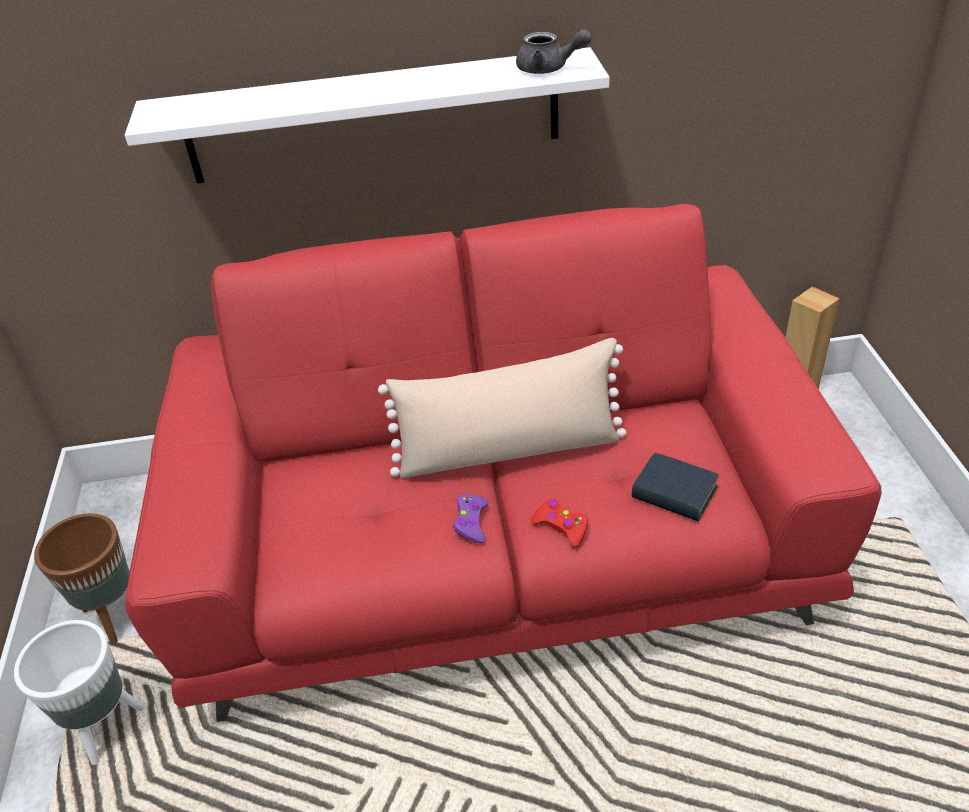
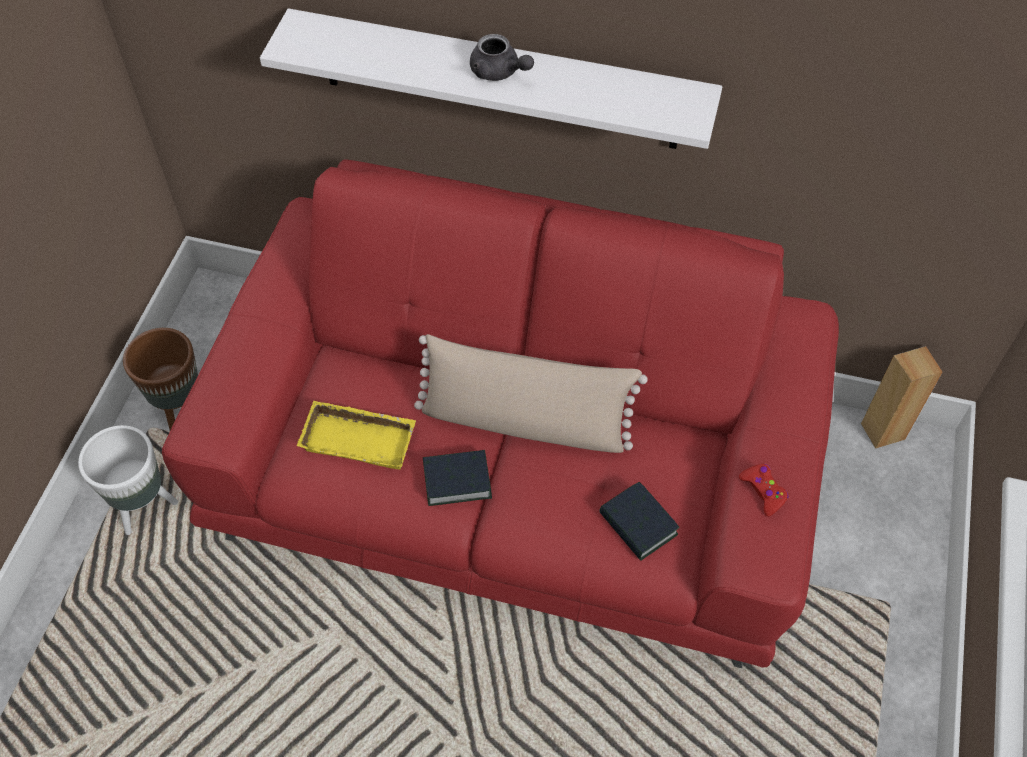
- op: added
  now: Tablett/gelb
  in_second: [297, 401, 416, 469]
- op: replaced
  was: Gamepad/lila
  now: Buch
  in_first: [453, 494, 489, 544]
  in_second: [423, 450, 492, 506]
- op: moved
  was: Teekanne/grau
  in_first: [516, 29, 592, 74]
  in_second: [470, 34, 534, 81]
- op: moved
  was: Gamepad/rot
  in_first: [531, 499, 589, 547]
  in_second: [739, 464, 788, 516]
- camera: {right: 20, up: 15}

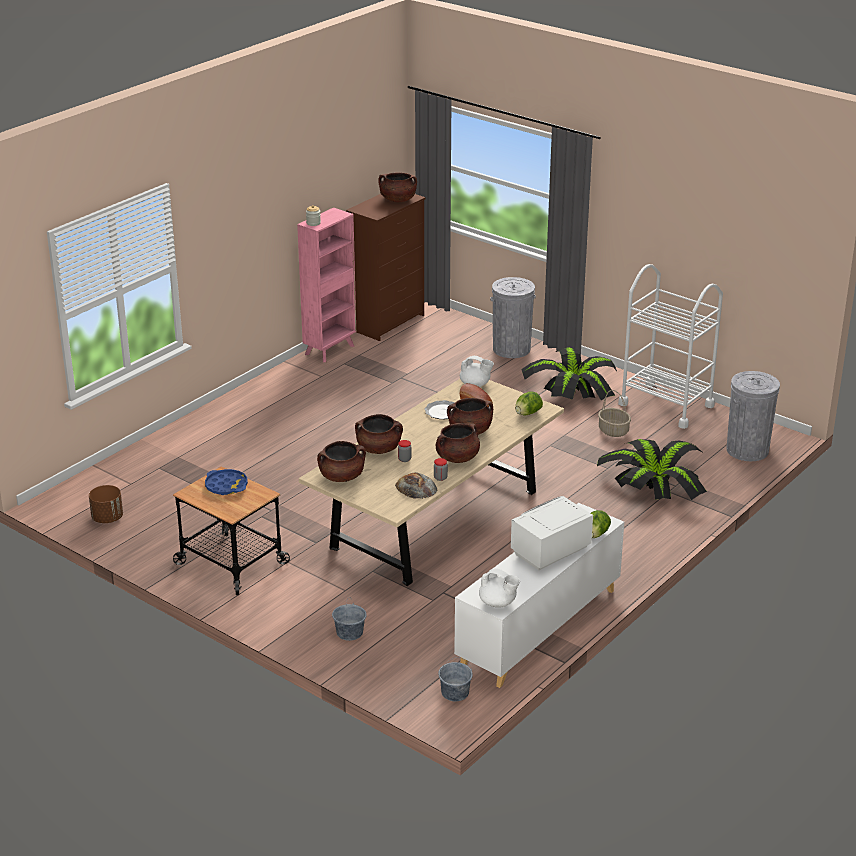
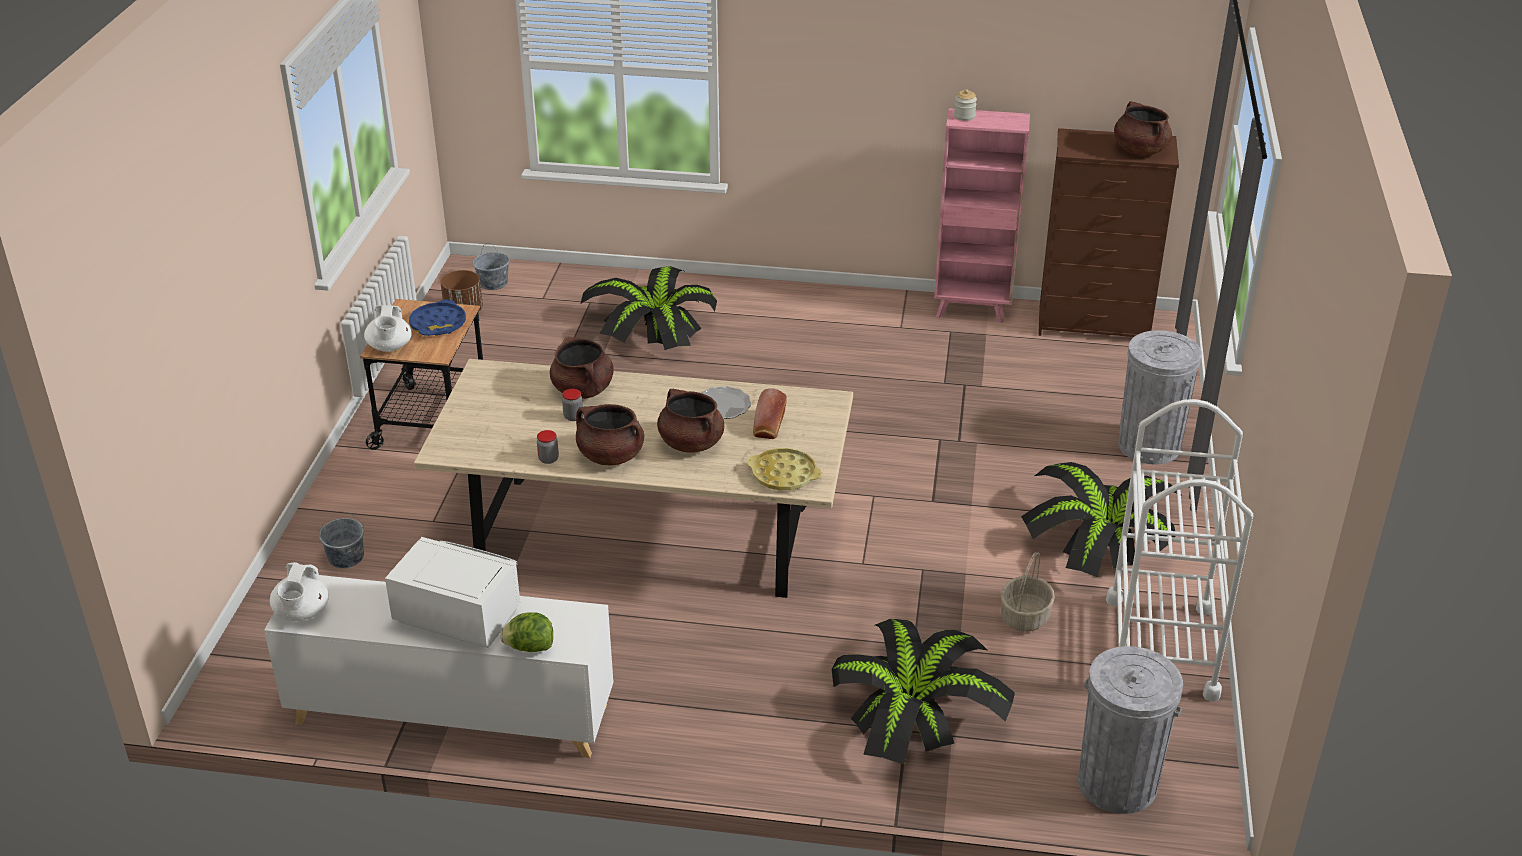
- op: moved
  was: Teekanne/weiß
  in_first: [460, 356, 494, 387]
  in_second: [364, 305, 412, 352]
- op: moved
  was: Eimer/grau
  in_first: [438, 657, 472, 701]
  in_second: [473, 243, 510, 290]
- op: added
  now: Topfpflanze
  in_second: [581, 266, 717, 350]
- op: replaced
  was: Salatkopf
  now: Tablett/gelb
  in_first: [515, 391, 543, 415]
  in_second: [747, 448, 822, 490]
- op: removed
  was: Kochtopf/braun
  in_first: [317, 441, 366, 482]
- op: removed
  was: Brot
  in_first: [395, 472, 438, 499]
- camera: {right: 60, up: 5}

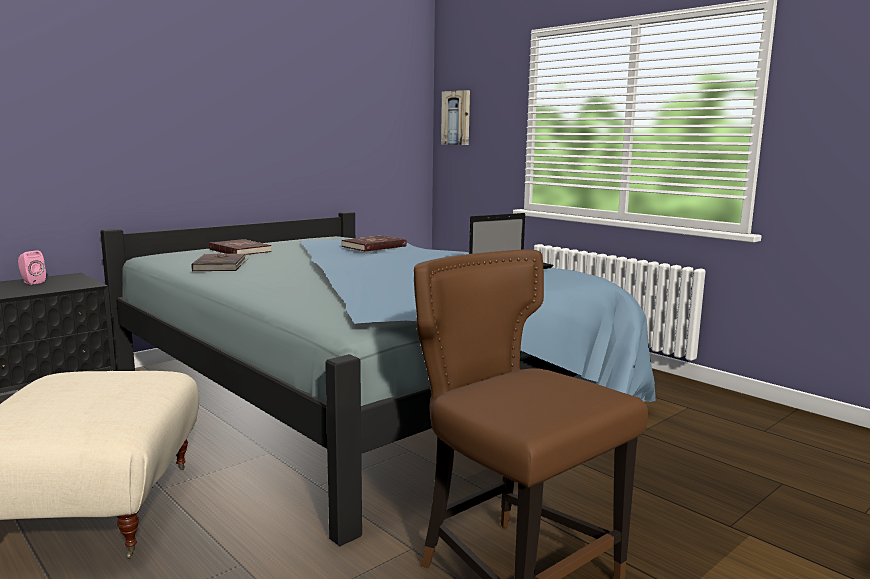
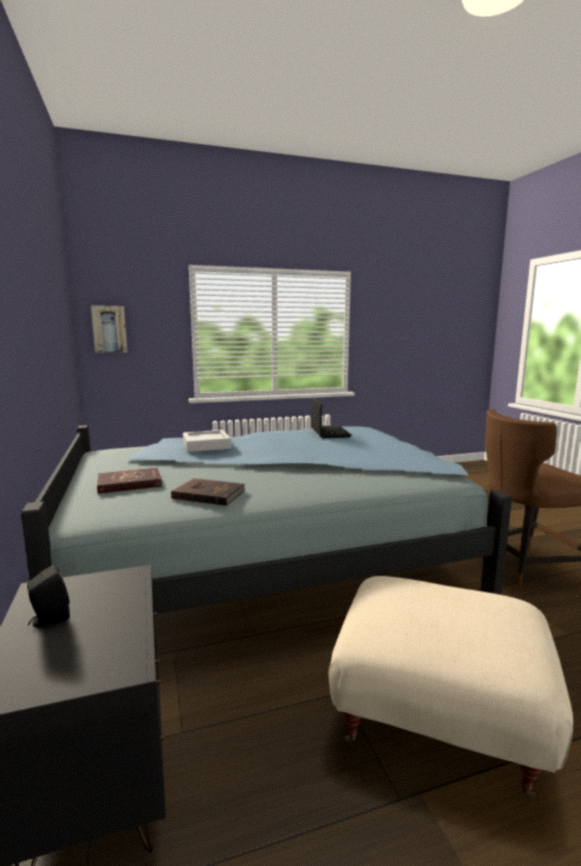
- op: recoloured
  was: Lautsprecher/rosa
  now: Lautsprecher/schwarz
  in_first: [18, 250, 46, 285]
  in_second: [27, 565, 70, 628]
- op: replaced
  was: Buch/rot
  now: Tablett/grau
  in_first: [341, 235, 407, 252]
  in_second: [183, 430, 232, 452]
- camera: {right: -65, up: 0}

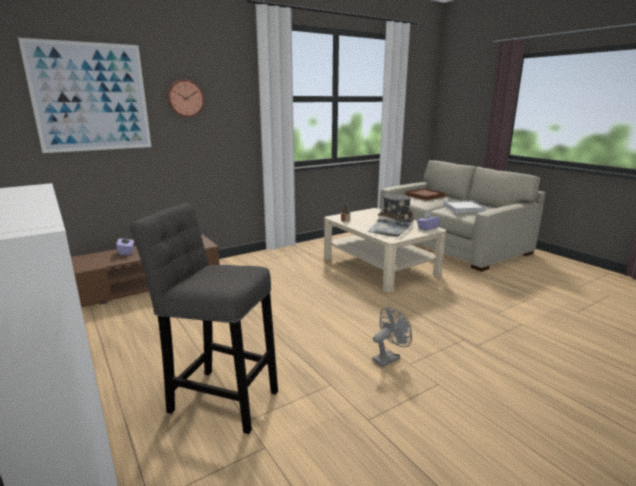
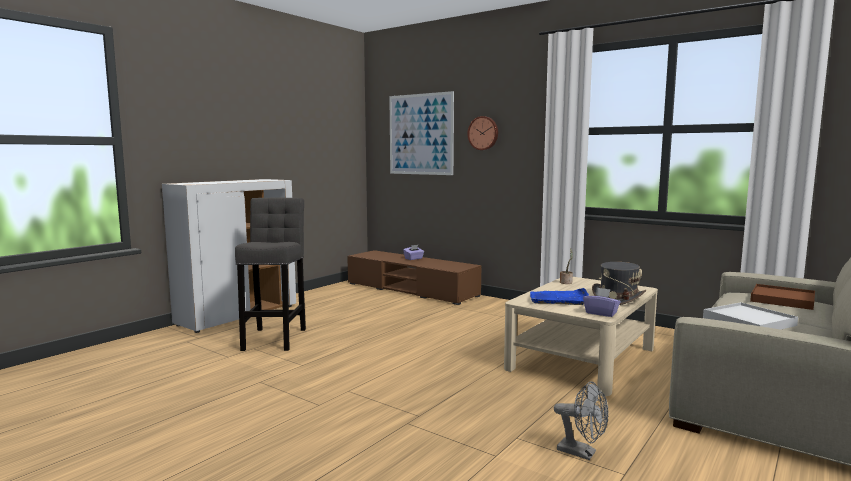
- op: recoloured
  was: Tablett/grau
  now: Tablett/blau
  in_first: [368, 219, 412, 237]
  in_second: [530, 288, 589, 305]
- op: moved
  was: Ventilator/grau
  in_first: [372, 307, 412, 367]
  in_second: [554, 381, 609, 460]
- camera: {right: 70, up: -10}

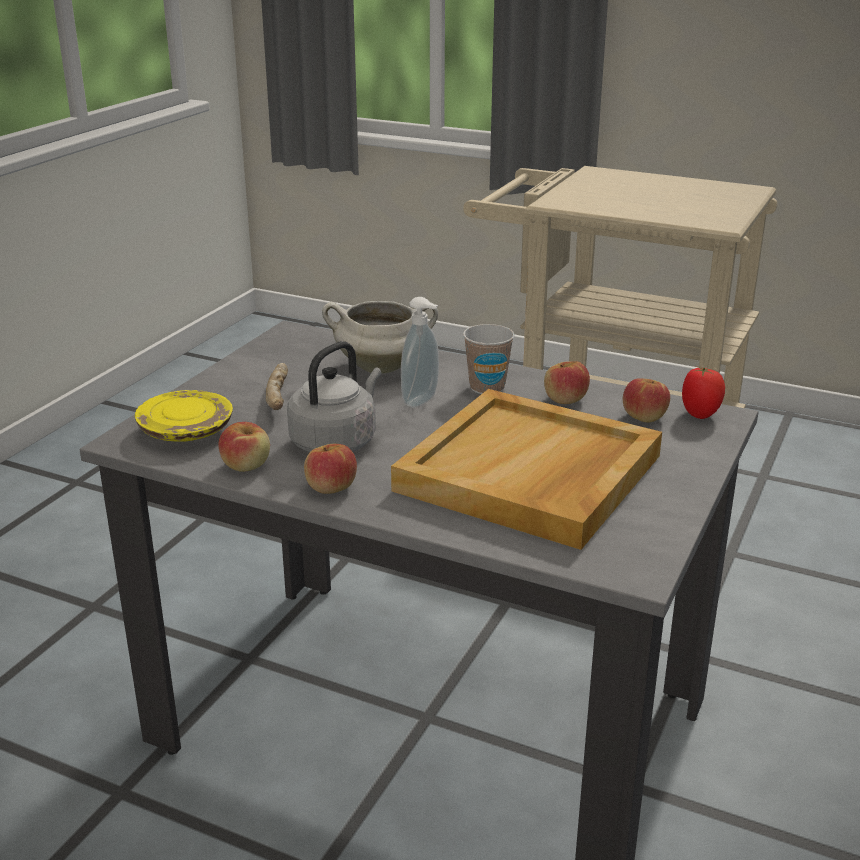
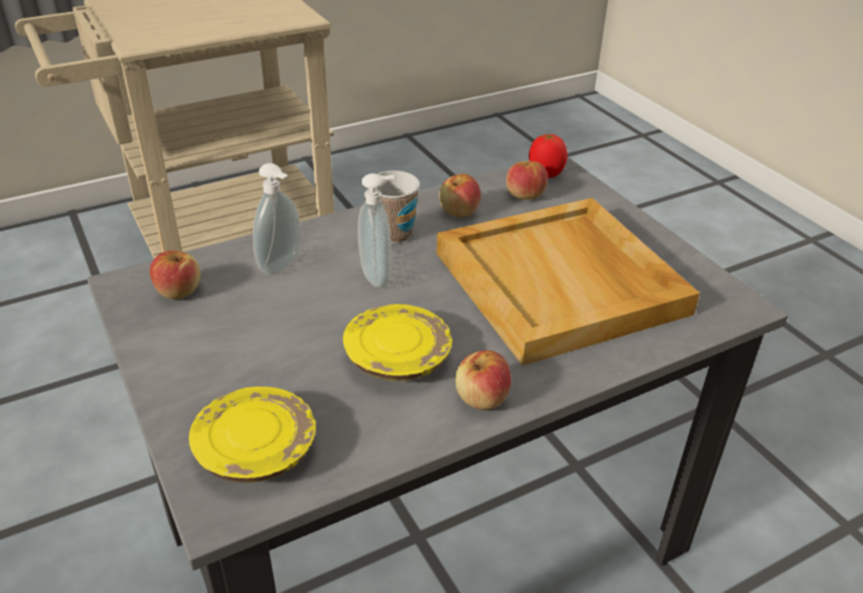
- op: moved
  was: Apfel
  in_first: [218, 422, 270, 472]
  in_second: [150, 251, 200, 299]
- op: replaced
  was: Kochtopf/weiß
  now: Seifenspender
  in_first: [322, 301, 438, 374]
  in_second: [253, 163, 301, 276]
- op: replaced
  was: Wasserkessel/grau
  now: Teller/gelb
  in_first: [287, 341, 381, 453]
  in_second: [343, 304, 452, 381]
- op: removed
  was: Brot
  in_first: [266, 363, 288, 410]
- camera: {right: -55, up: 10}

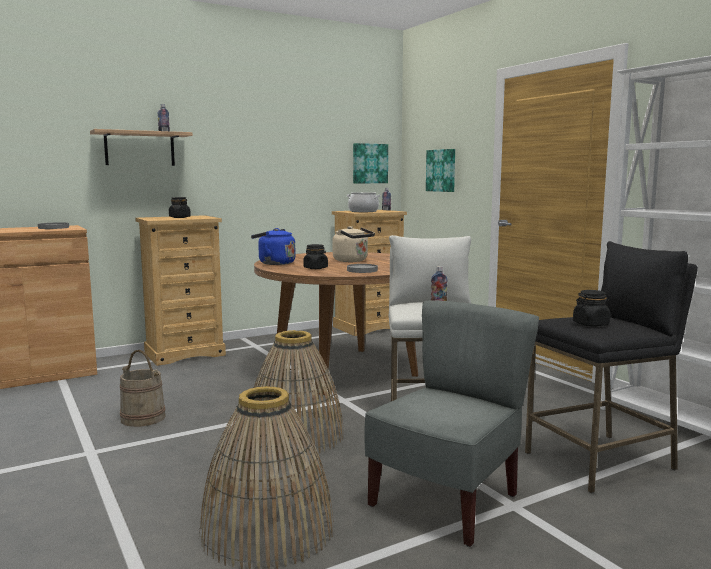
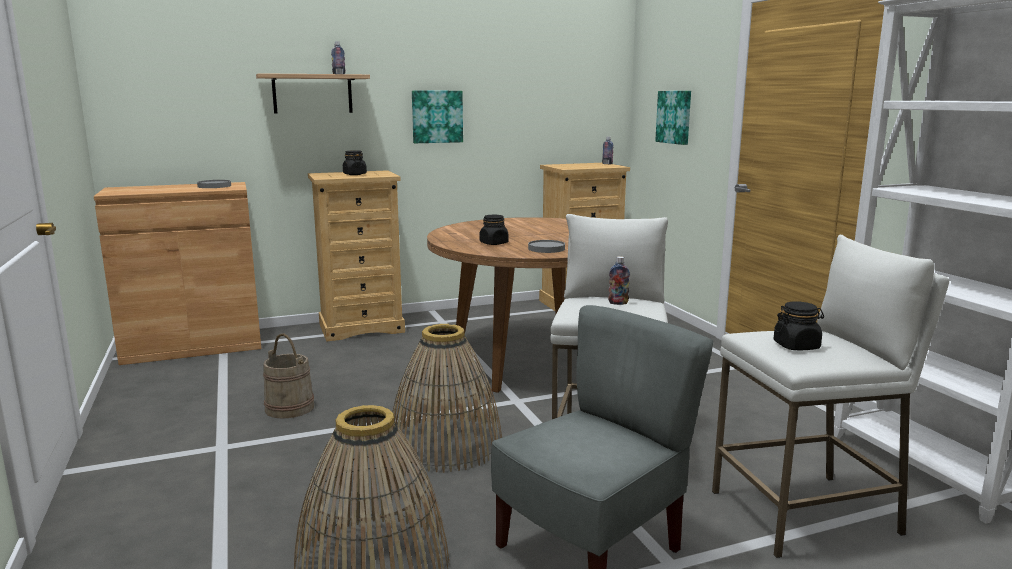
- op: moved
  was: Bild
  in_first: [353, 143, 388, 183]
  in_second: [412, 91, 463, 143]
- op: recoloured
  was: Hocker/schwarz
  now: Hocker/weiß
  in_first: [525, 241, 698, 493]
  in_second: [712, 235, 949, 558]
- op: removed
  was: Wasserkessel/blau
  in_first: [251, 228, 296, 265]
- op: removed
  was: Wasserkessel/beige
  in_first: [332, 226, 375, 262]
- op: removed
  was: Kochtopf
  in_first: [347, 192, 380, 212]
- camera: {right: 10, up: 5}

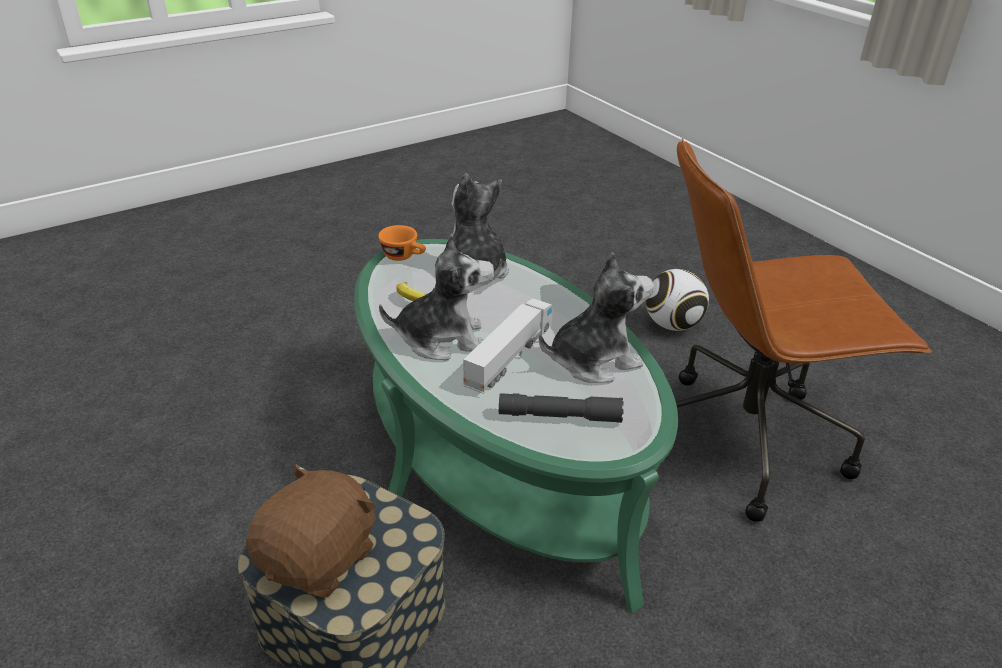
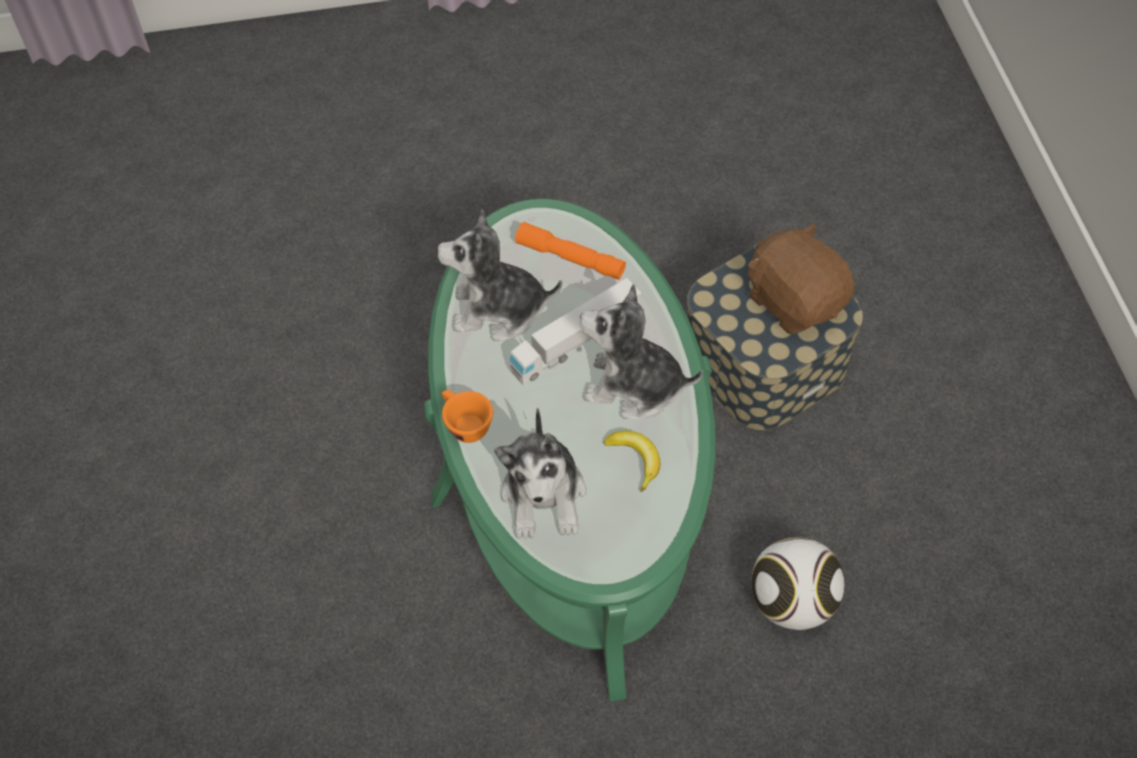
- op: moved
  was: Tasse/orange
  in_first: [378, 225, 426, 261]
  in_second: [442, 390, 493, 443]
- op: recoloured
  was: Taschenlampe/grau
  now: Taschenlampe/orange
  in_first: [499, 393, 624, 423]
  in_second: [515, 222, 626, 280]
- op: turned
  was: Plüschtier/braun
  in_first: [246, 464, 377, 597]
  in_second: [748, 223, 855, 334]
  clockwise: 90
- op: moved
  was: Fußball
  in_first: [646, 269, 709, 331]
  in_second: [751, 537, 845, 630]
- op: removed
  was: Bürostuhl/braun
  in_first: [676, 138, 932, 522]
- camera: {right: -155, up: 20}

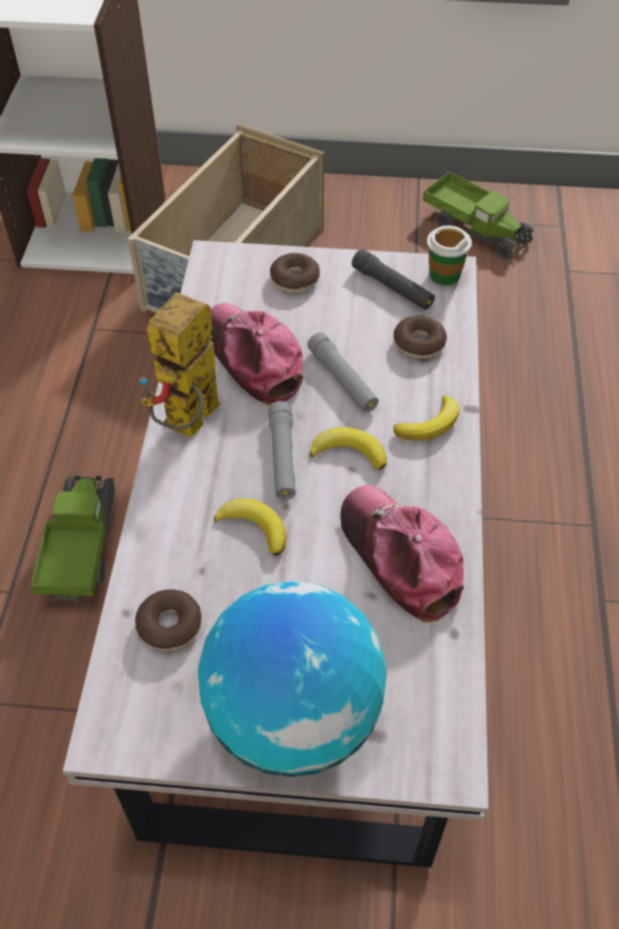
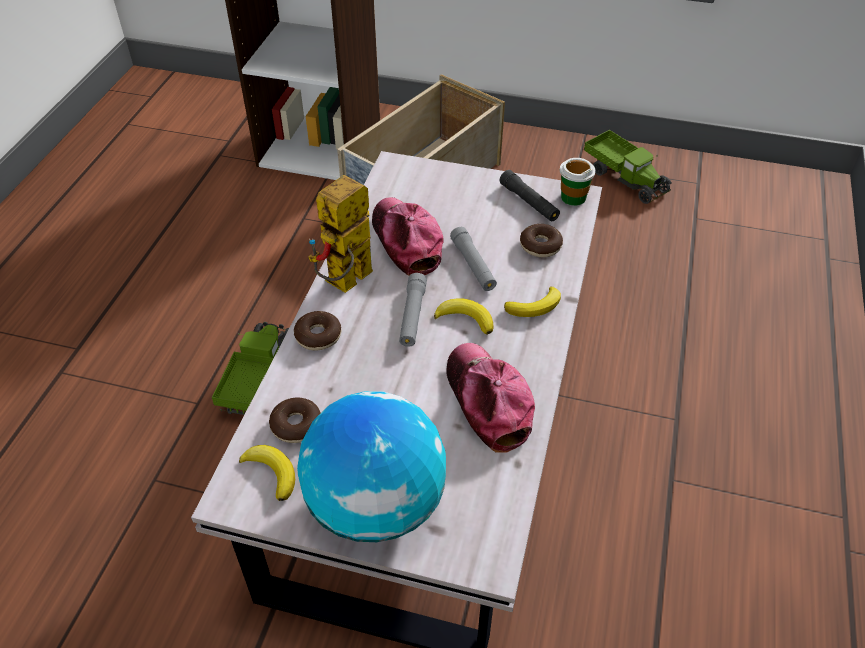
- op: moved
  was: Banane
  in_first: [214, 498, 286, 556]
  in_second: [239, 445, 295, 501]
- op: moved
  was: Donut
  in_first: [270, 253, 320, 293]
  in_second: [294, 311, 341, 351]
- camera: {right: 10, up: -5}

